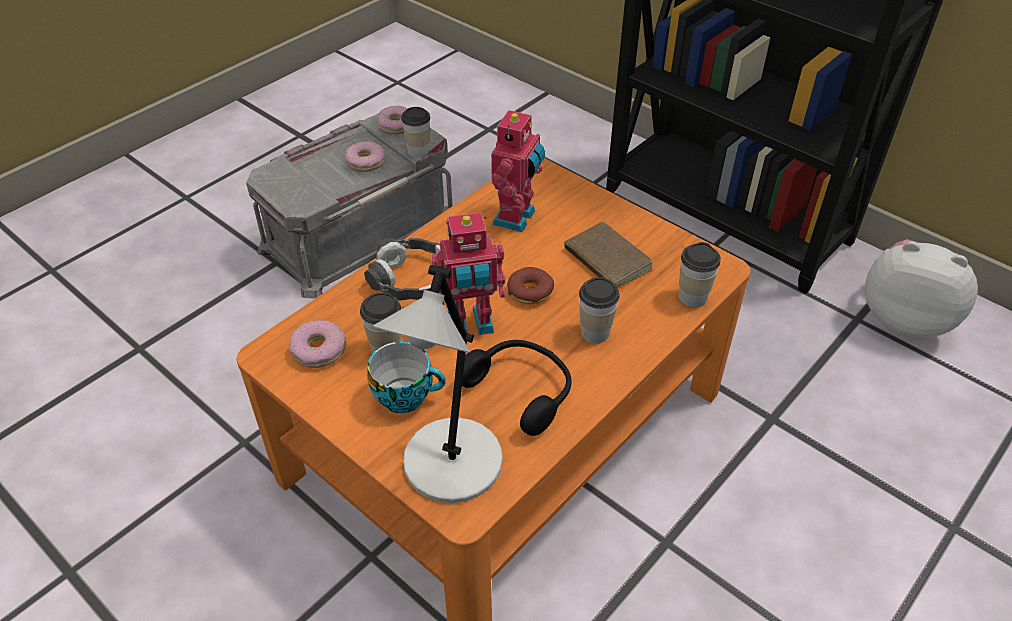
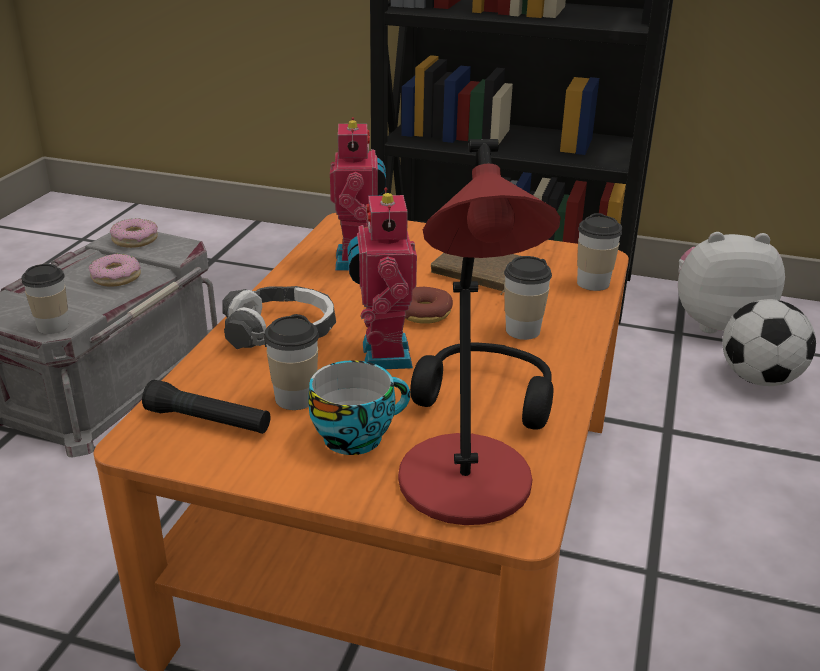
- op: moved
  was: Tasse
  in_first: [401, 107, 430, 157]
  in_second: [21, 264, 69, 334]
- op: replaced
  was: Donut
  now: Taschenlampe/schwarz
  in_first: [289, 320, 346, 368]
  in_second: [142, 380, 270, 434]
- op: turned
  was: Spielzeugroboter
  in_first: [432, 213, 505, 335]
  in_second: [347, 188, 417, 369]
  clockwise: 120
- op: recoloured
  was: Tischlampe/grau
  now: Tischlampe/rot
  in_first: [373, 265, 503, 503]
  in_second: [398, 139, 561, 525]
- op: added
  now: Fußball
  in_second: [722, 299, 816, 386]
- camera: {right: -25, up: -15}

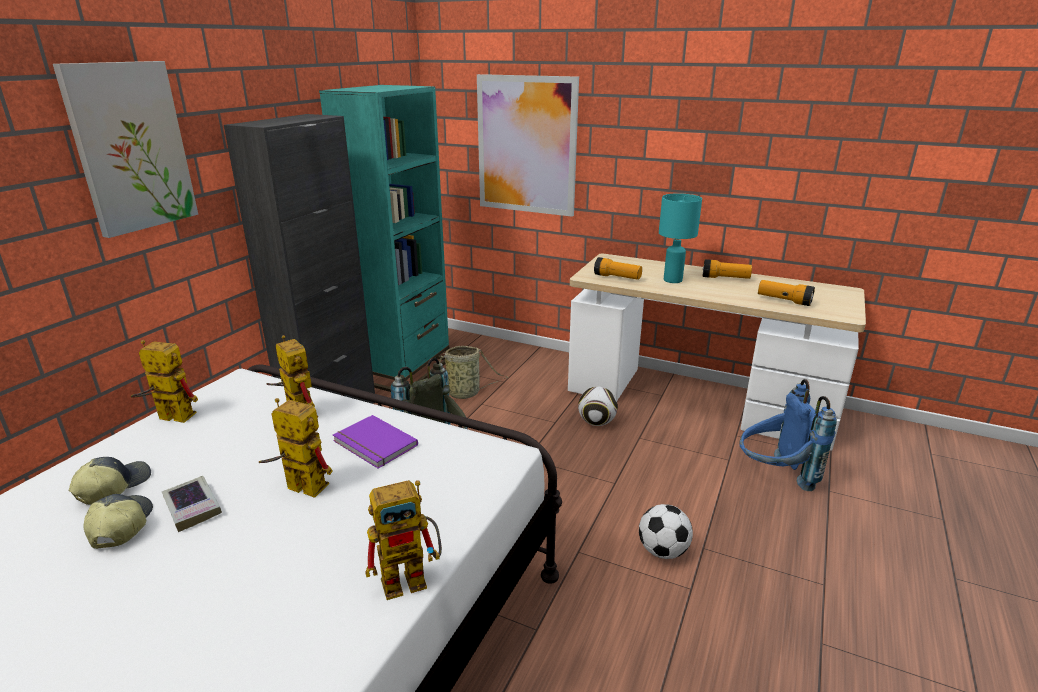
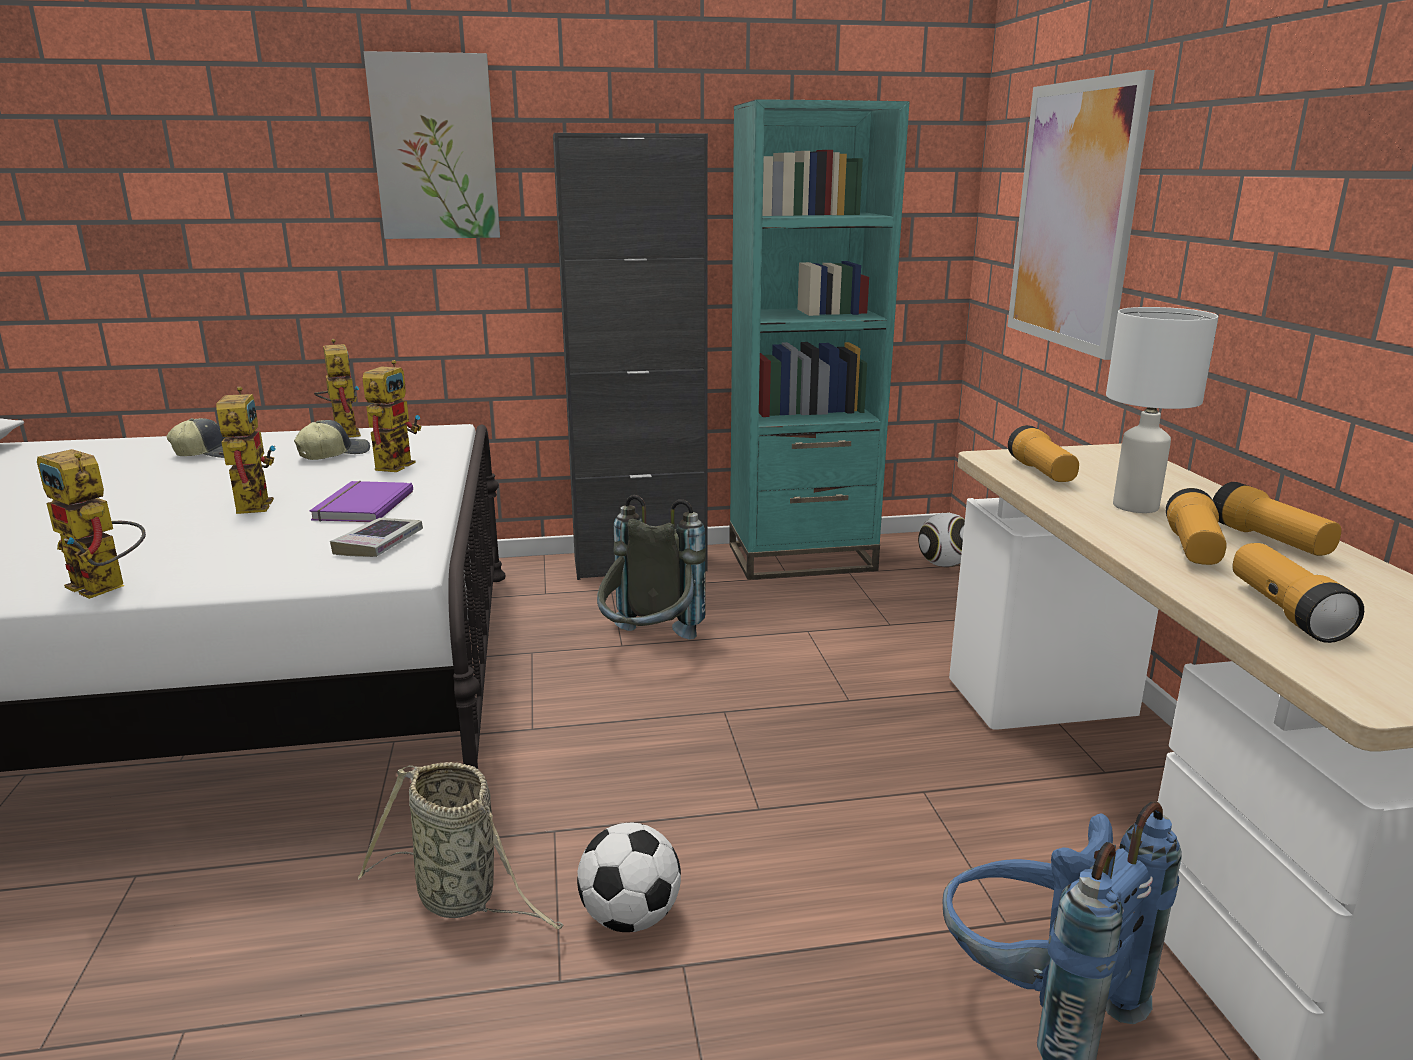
- op: moved
  was: Kappe
  in_first: [84, 494, 153, 549]
  in_second: [294, 420, 370, 460]
- op: moved
  was: Buch
  in_first: [162, 476, 222, 532]
  in_second: [330, 518, 423, 557]
- op: moved
  was: Korb
  in_first: [439, 346, 508, 399]
  in_second: [358, 762, 564, 929]
- op: moved
  was: Fußball
  in_first: [578, 387, 618, 426]
  in_second: [918, 513, 965, 567]
- op: recoloured
  was: Tischlampe/türkis
  now: Tischlampe/weiß
  in_first: [659, 193, 702, 283]
  in_second: [1106, 307, 1218, 513]
- op: added
  now: Taschenlampe
  in_second: [1166, 488, 1227, 565]
- camera: {right: 55, up: -5}

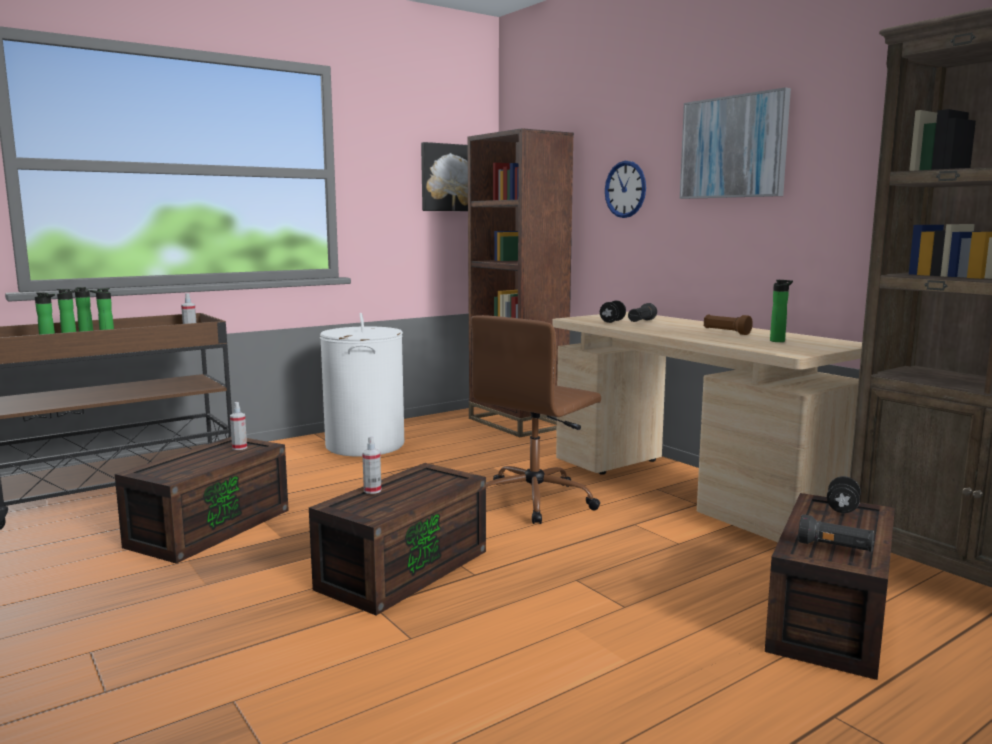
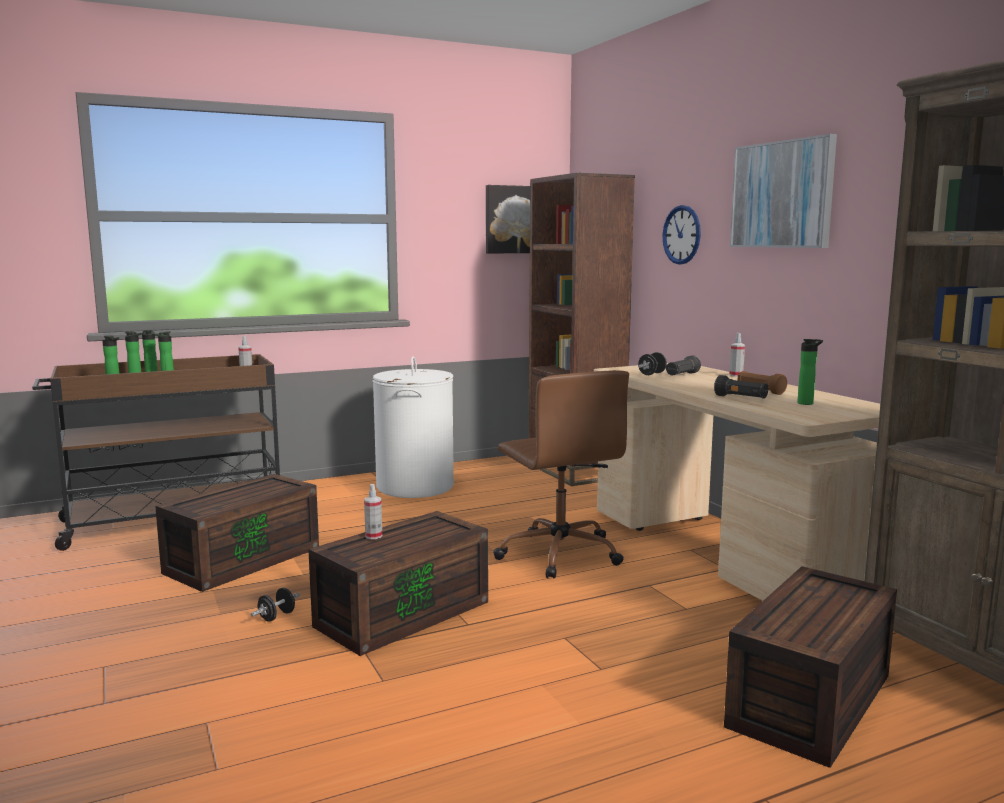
- op: moved
  was: Hantel/schwarz
  in_first: [827, 476, 861, 513]
  in_second: [251, 588, 300, 622]
- op: turned
  was: Bürostuhl/braun
  in_first: [471, 315, 601, 524]
  in_second: [493, 370, 629, 579]
  clockwise: -75
- op: moved
  was: Taschenlampe/schwarz
  in_first: [798, 514, 874, 552]
  in_second: [714, 375, 768, 399]
- op: moved
  was: Sprühflasche
  in_first: [230, 402, 247, 450]
  in_second: [729, 333, 745, 377]
- camera: {right: 10, up: 0}

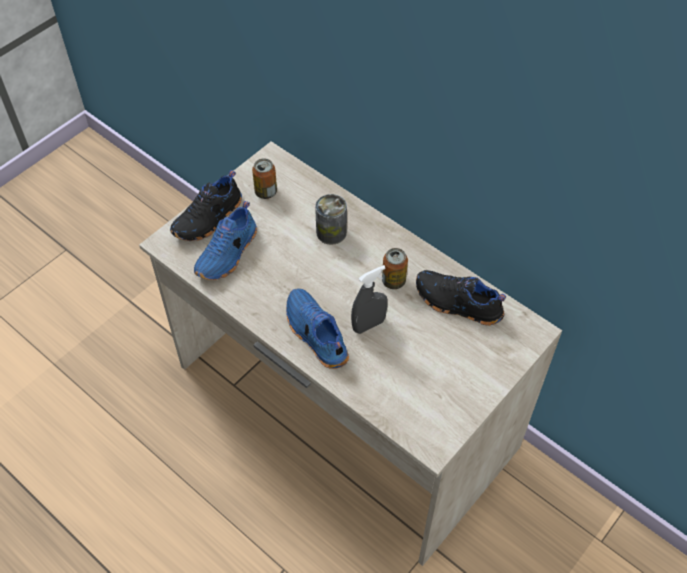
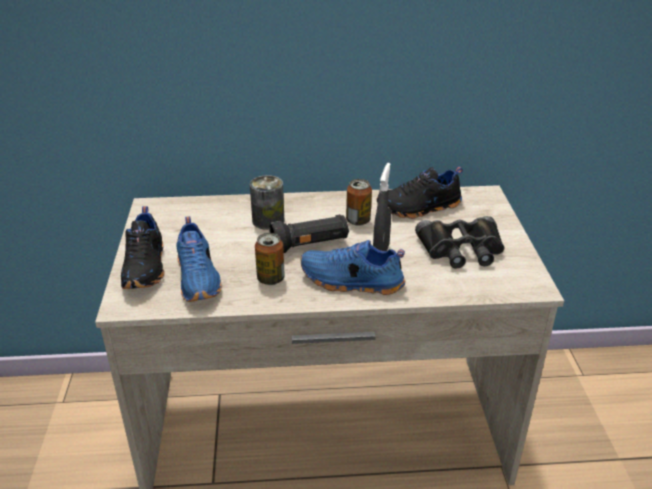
- op: moved
  was: Dose
  in_first: [252, 159, 277, 199]
  in_second: [255, 233, 285, 285]
- op: added
  now: Taschenlampe/schwarz
  in_second: [269, 214, 349, 253]
- op: added
  now: Fernglas/schwarz
  in_second: [415, 216, 505, 268]
- camera: {right: -45, up: -20}

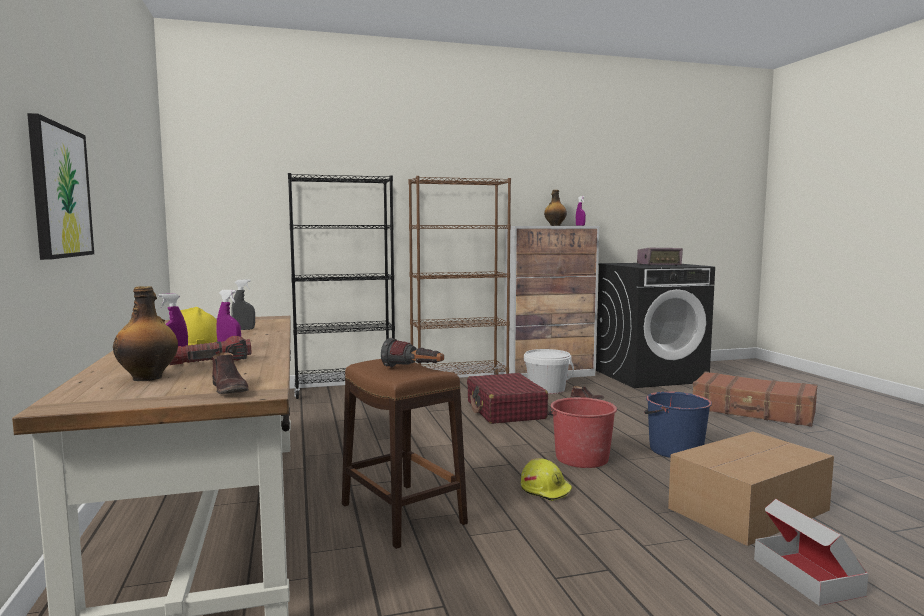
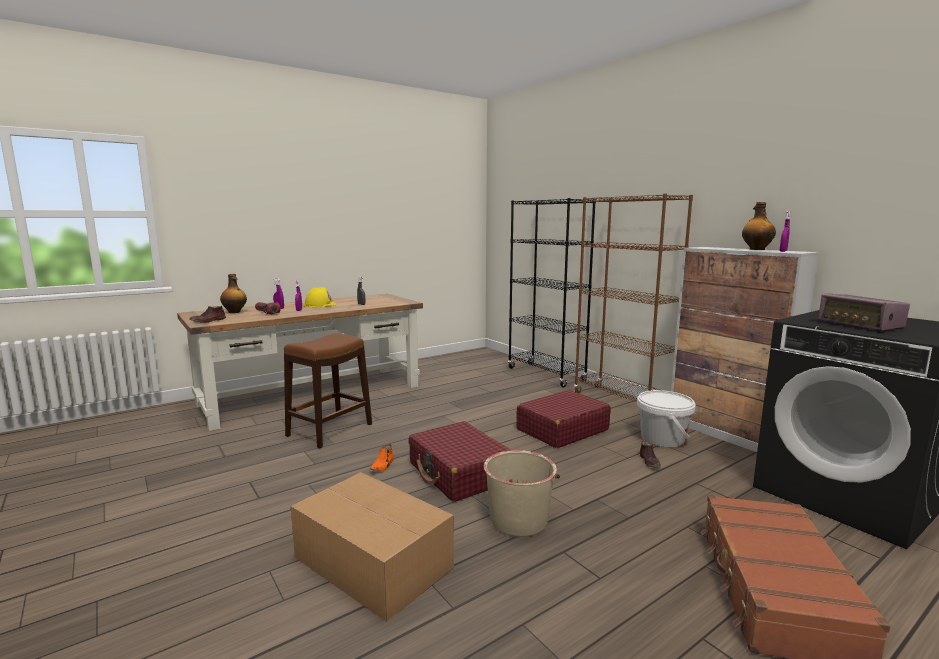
- op: replaced
  was: Schutzhelm/gelb
  now: Schuh/orange
  in_first: [521, 459, 572, 501]
  in_second: [369, 444, 394, 471]
- op: replaced
  was: Eimer/rot
  now: Koffer/rot
  in_first: [547, 397, 617, 468]
  in_second: [409, 421, 511, 502]
- op: recoloured
  was: Eimer/blau
  now: Eimer/beige
  in_first: [644, 392, 712, 458]
  in_second: [484, 450, 560, 537]
- op: removed
  was: Bild
  in_first: [27, 113, 94, 260]
- op: removed
  was: Taschenlampe
  in_first: [381, 338, 444, 367]
- op: removed
  was: Karton
  in_first: [754, 499, 868, 606]
- camera: {right: 70, up: 5}

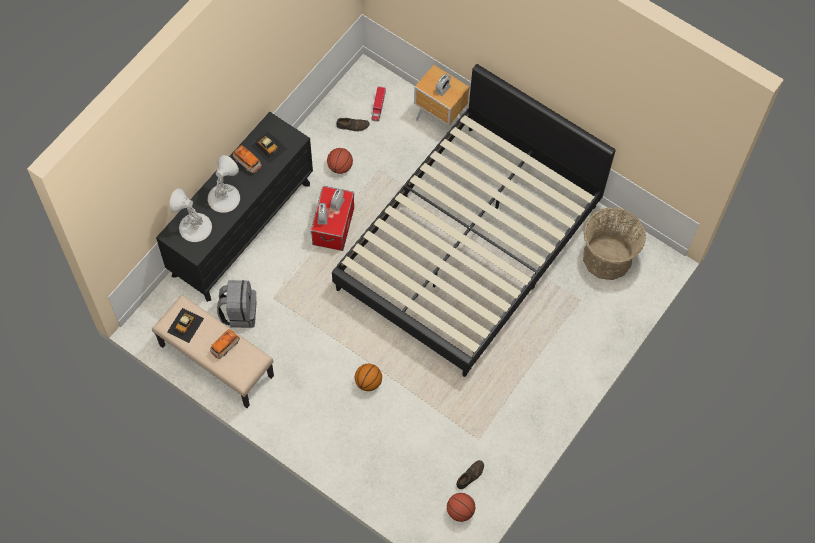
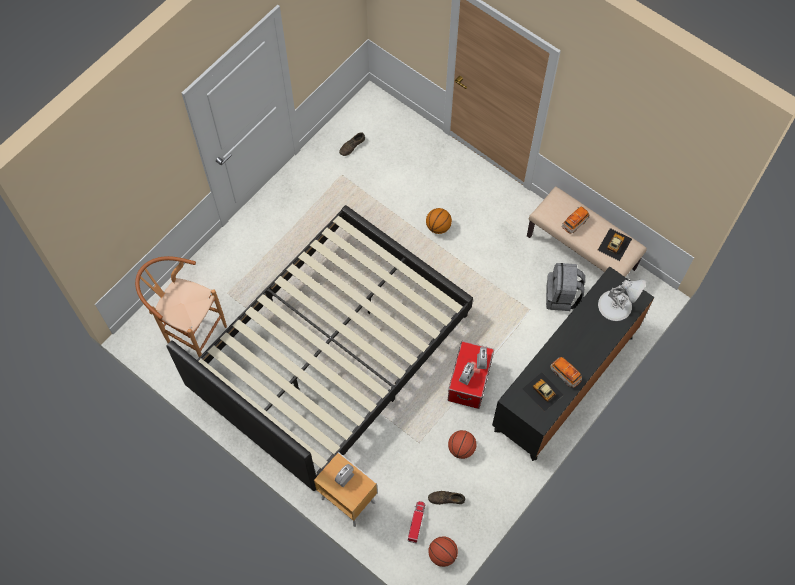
- op: replaced
  was: Korb
  now: Hocker/braun
  in_first: [583, 207, 646, 280]
  in_second: [135, 256, 227, 357]
- op: moved
  was: Basketball
  in_first: [447, 493, 475, 522]
  in_second: [428, 536, 458, 567]
- op: removed
  was: Tischlampe/weiß
  in_first: [208, 155, 240, 213]
- camera: {right: -175, up: 0}

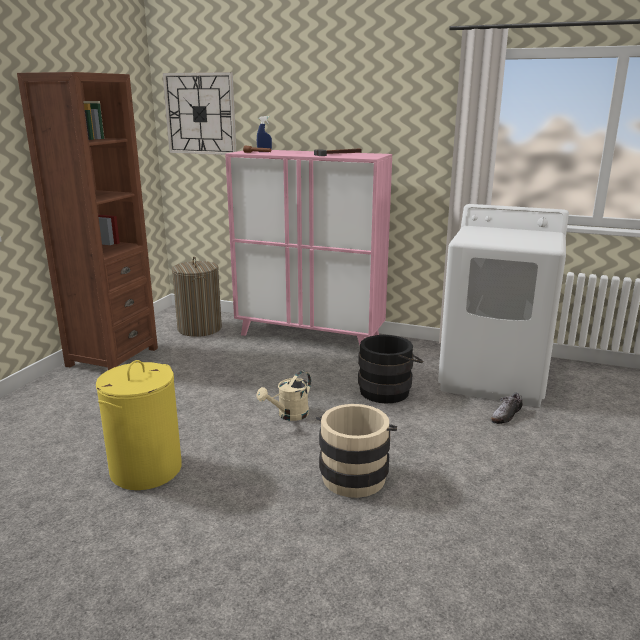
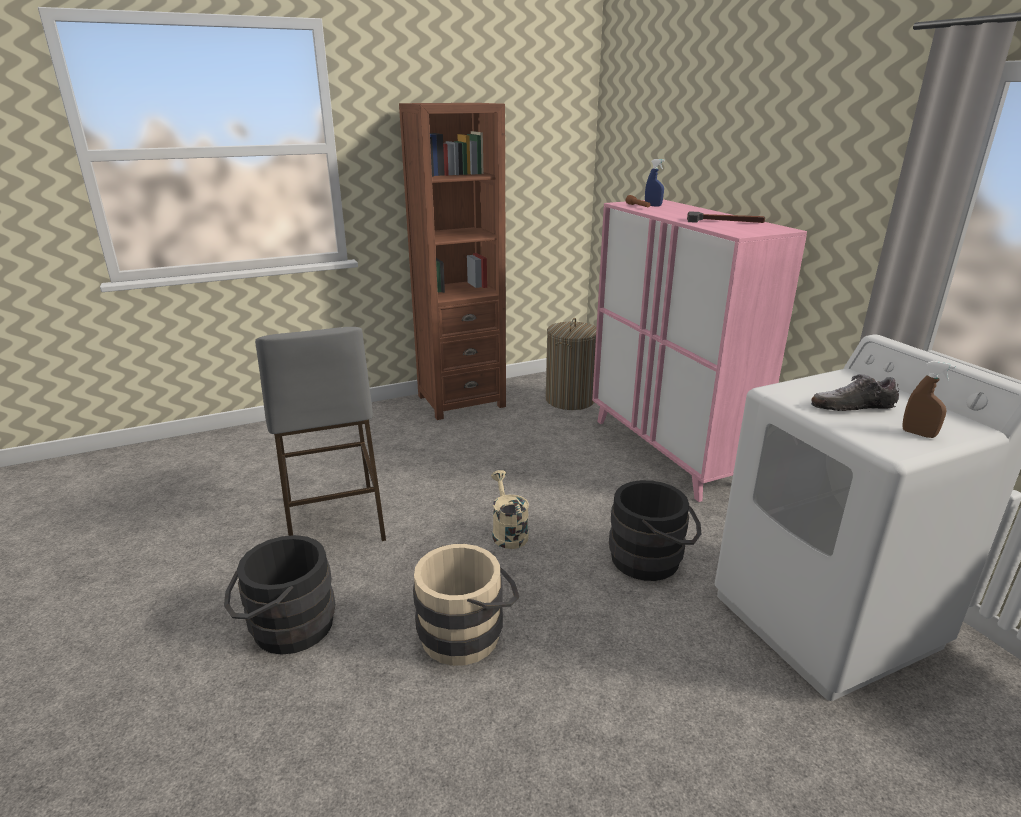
- op: added
  now: Eimer/schwarz
  in_second: [224, 535, 335, 655]
- op: replaced
  was: Wäschekorb/gelb
  now: Hocker/grau
  in_first: [96, 360, 182, 490]
  in_second: [255, 327, 386, 541]
- op: turned
  was: Gießkanne/beige
  in_first: [257, 371, 311, 421]
  in_second: [491, 470, 529, 549]
  clockwise: 75
- op: moved
  was: Schuh
  in_first: [491, 393, 523, 424]
  in_second: [811, 374, 899, 411]
- op: added
  now: Sprühflasche/braun
  in_second: [902, 361, 956, 438]
- op: removed
  was: Wanduhr
  in_first: [163, 72, 236, 155]
- camera: {right: 45, up: 5}

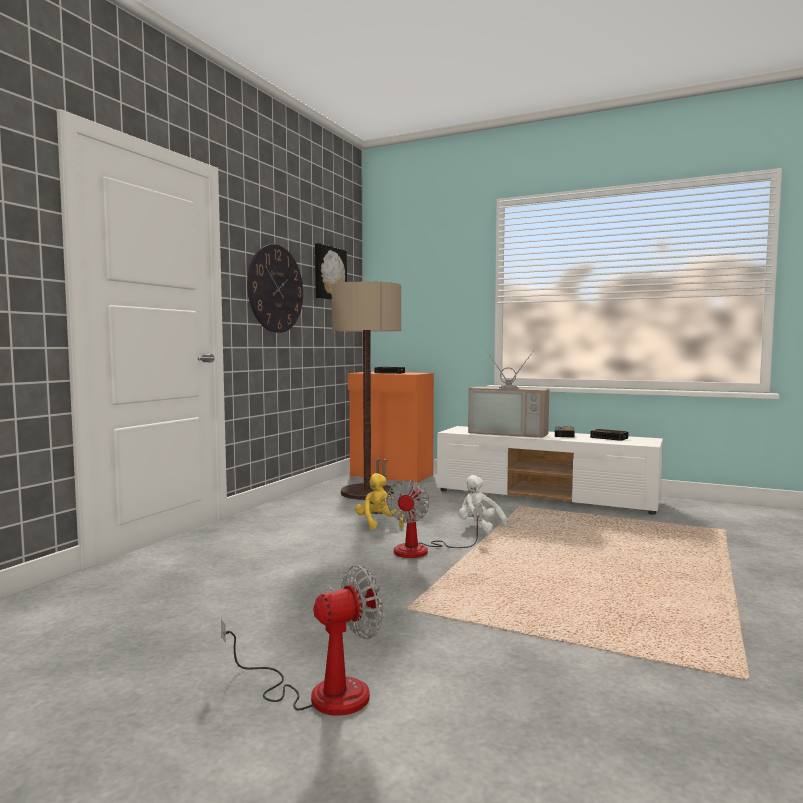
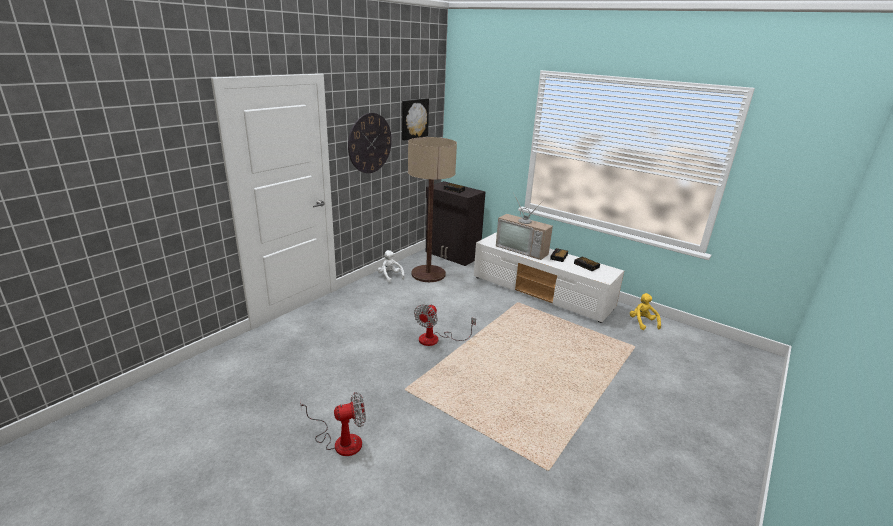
- op: moved
  was: Plüschtier/weiß
  in_first: [458, 475, 509, 532]
  in_second: [378, 250, 405, 282]
- op: recoloured
  was: Schrank/orange
  now: Schrank/schwarz
  in_first: [348, 372, 434, 483]
  in_second: [426, 181, 485, 266]
- op: moved
  was: Plüschtier/gelb
  in_first: [355, 473, 404, 530]
  in_second: [630, 293, 661, 330]
- camera: {right: 10, up: 20}

